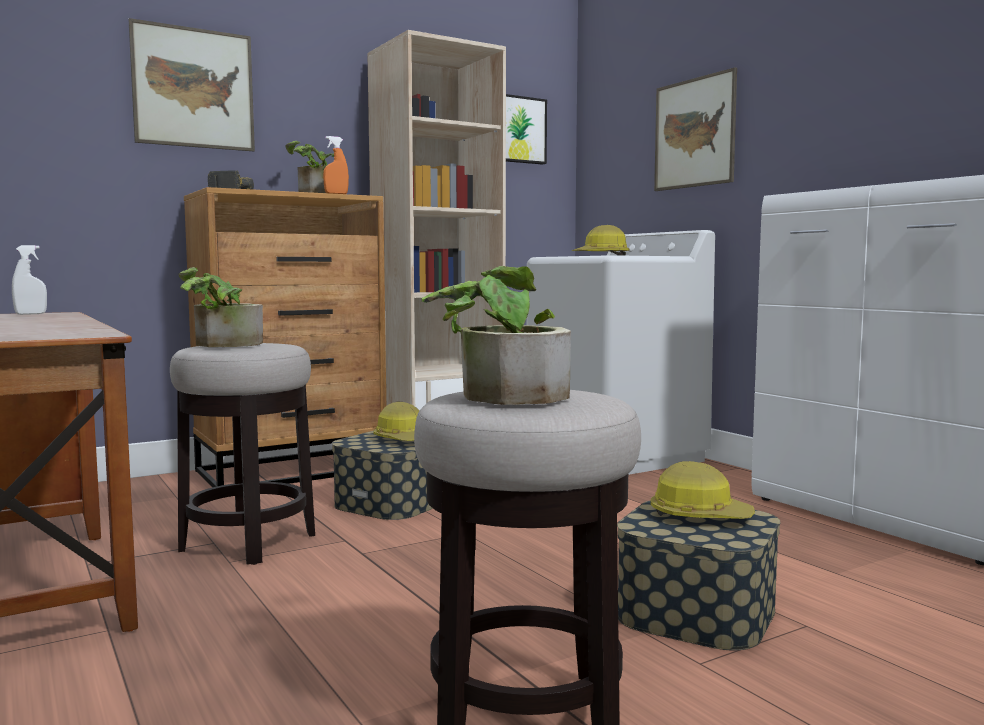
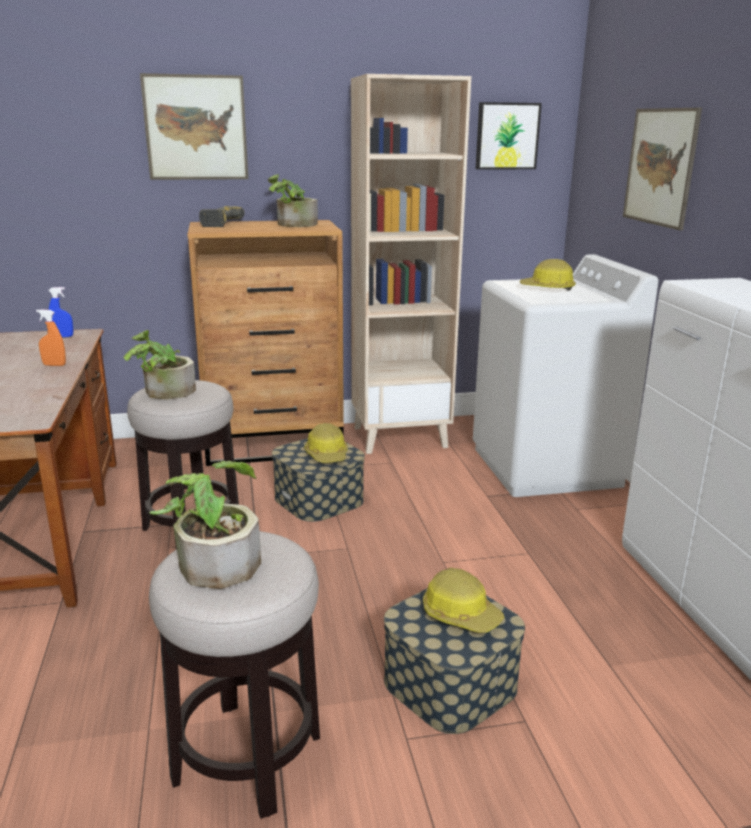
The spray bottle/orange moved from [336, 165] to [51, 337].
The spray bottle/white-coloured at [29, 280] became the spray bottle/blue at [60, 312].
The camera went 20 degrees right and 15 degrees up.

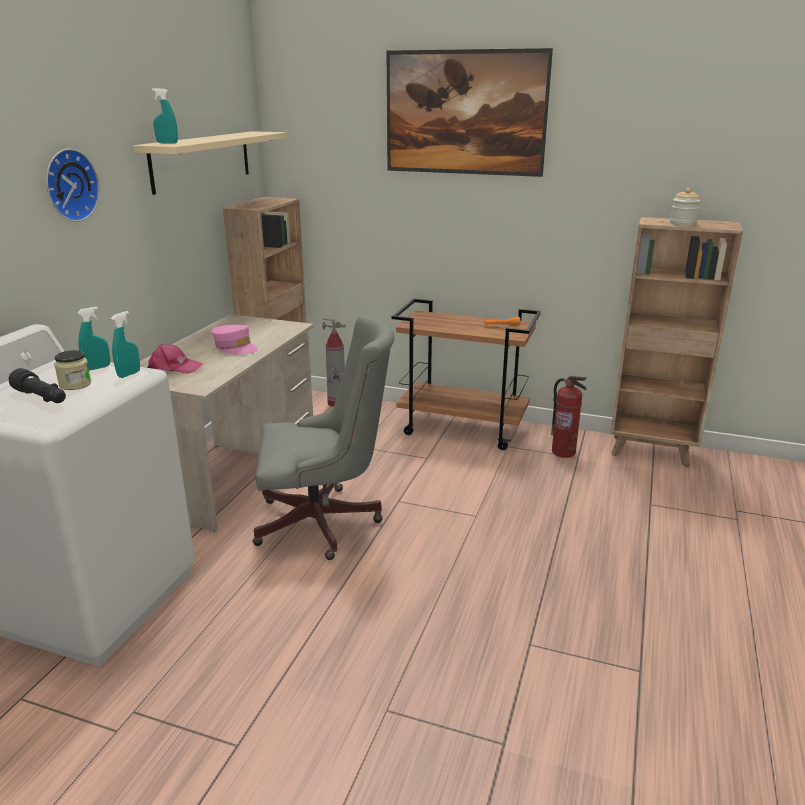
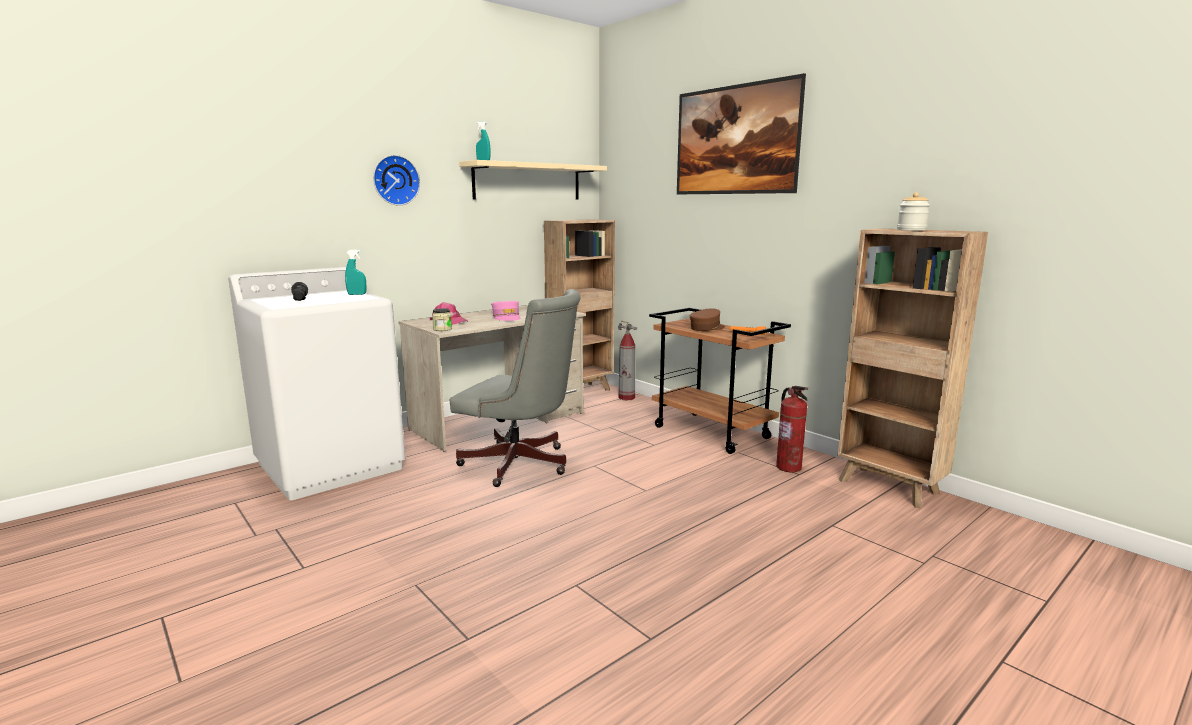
The spray bottle/turquoise-coloured at [125, 344] disappeared.
The peaked cap/brown at [707, 319] appeared.
The preserve jar moved from [72, 370] to [442, 319].
The camera went 30 degrees right and 10 degrees down.

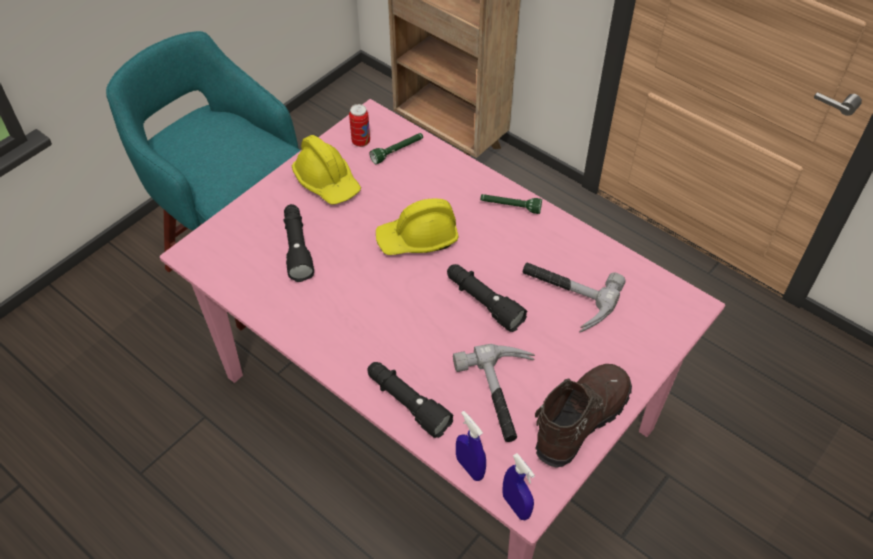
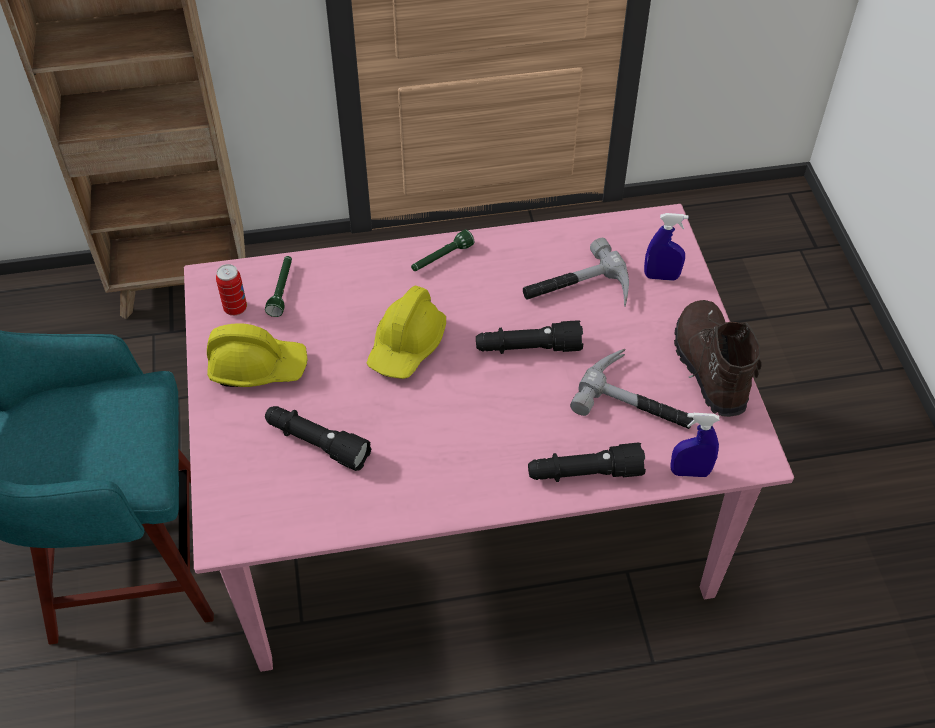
The spray bottle/blue moved from [518, 486] to [666, 247].
The camera went 50 degrees left and 0 degrees up.

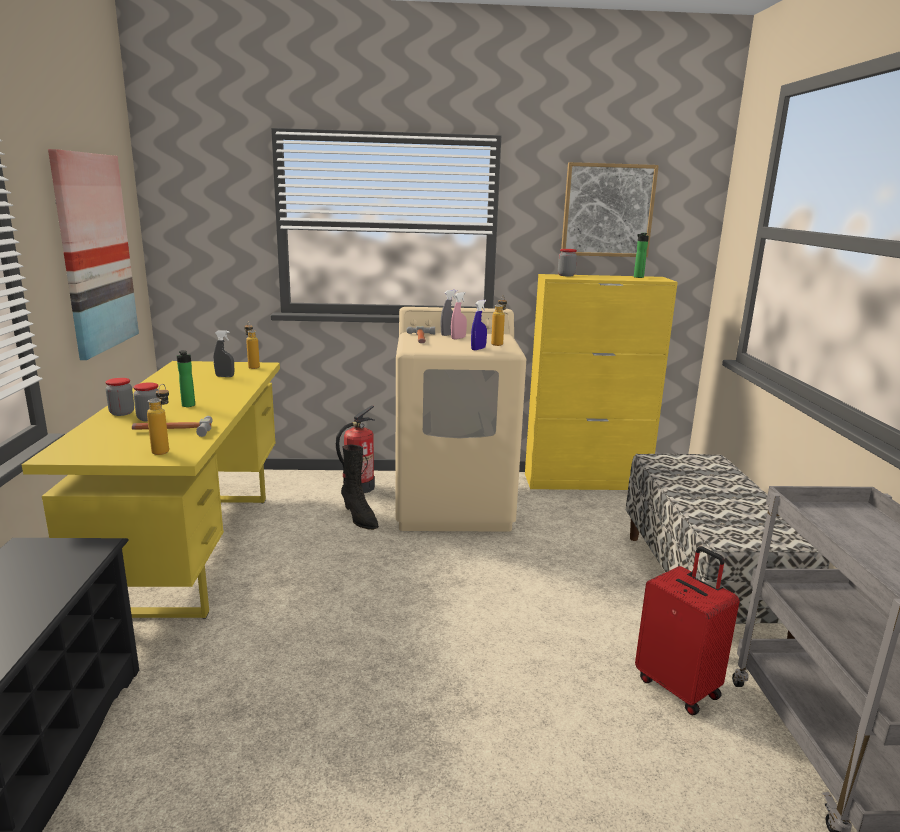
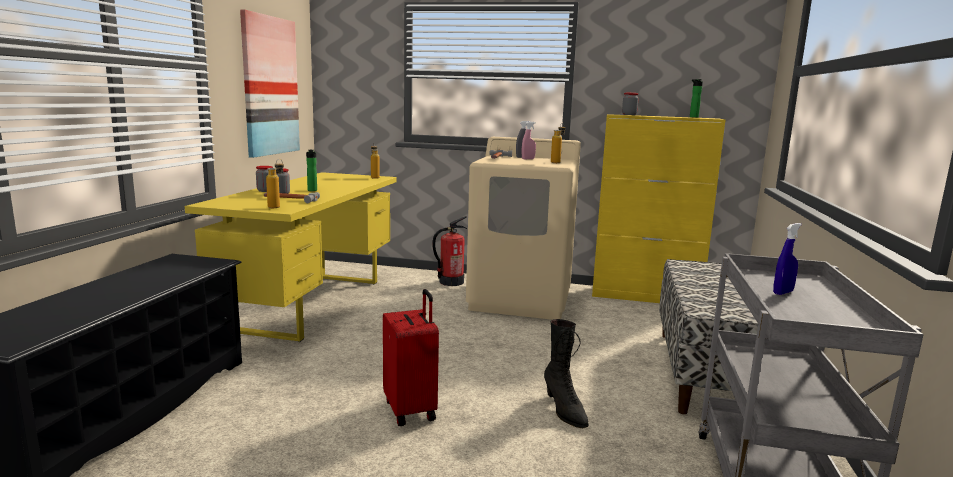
The spray bottle/greyish at [223, 353] disappeared.
The picture at [610, 209] disappeared.
The high-top boot/blackish moved from [360, 487] to [566, 373].
The spray bottle/blue moved from [479, 325] to [787, 259].
The piece of luggage/red-coloured moved from [687, 630] to [411, 357].
The camera went 15 degrees right and 5 degrees down.

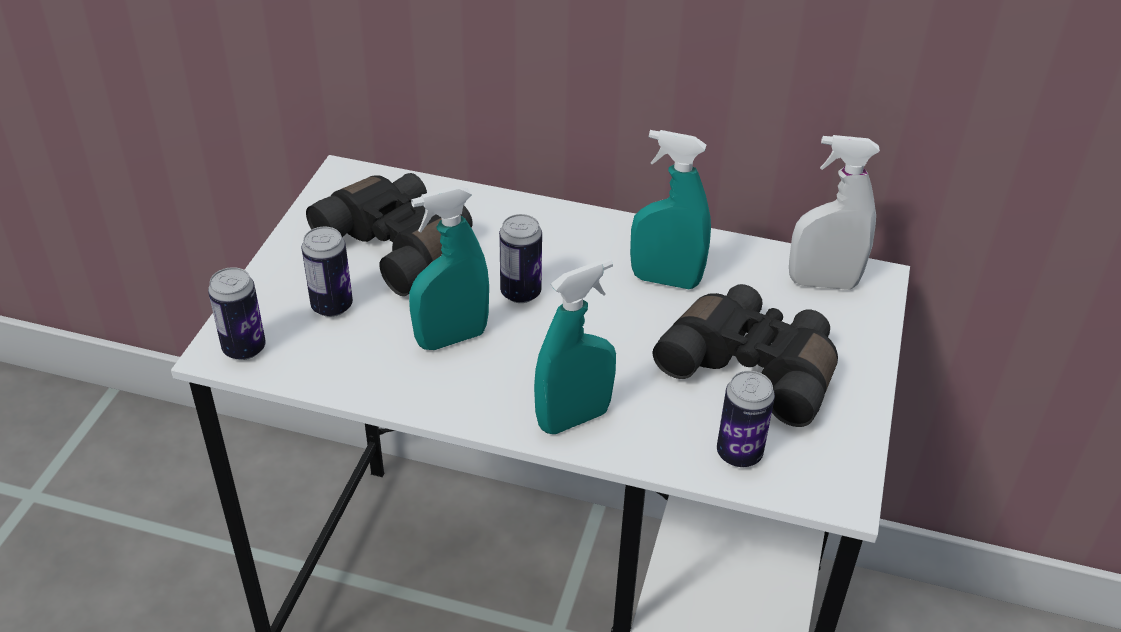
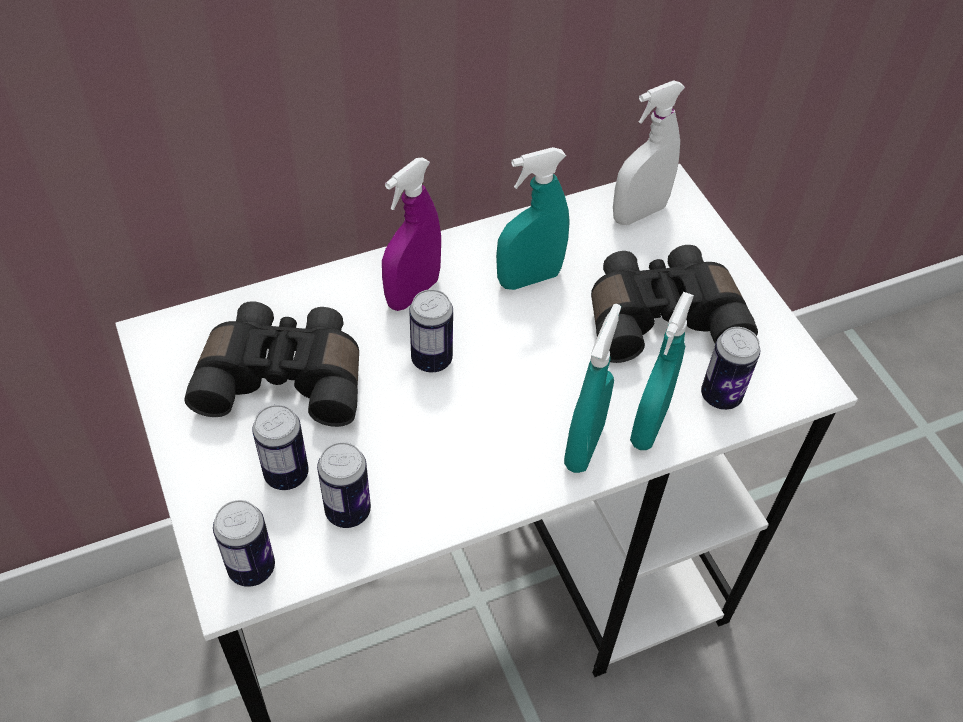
The sealed can at [344, 485] appeared.
The spray bottle/purplish at [411, 234] appeared.
The spray bottle/turquoise-coloured moved from [449, 268] to [662, 371].
The camera went 40 degrees left and 10 degrees up.

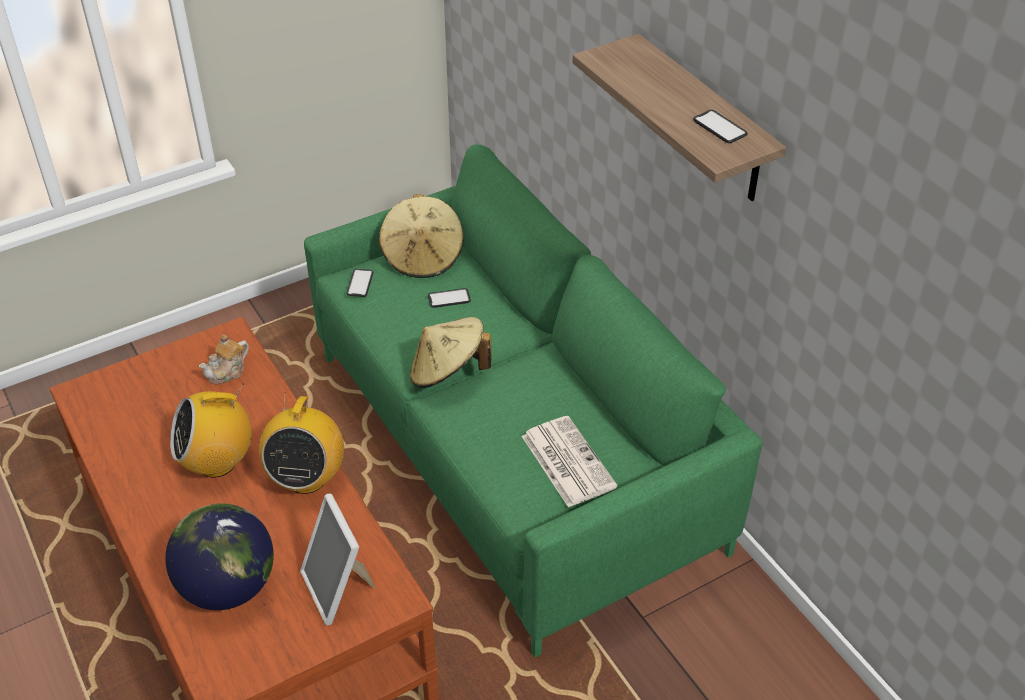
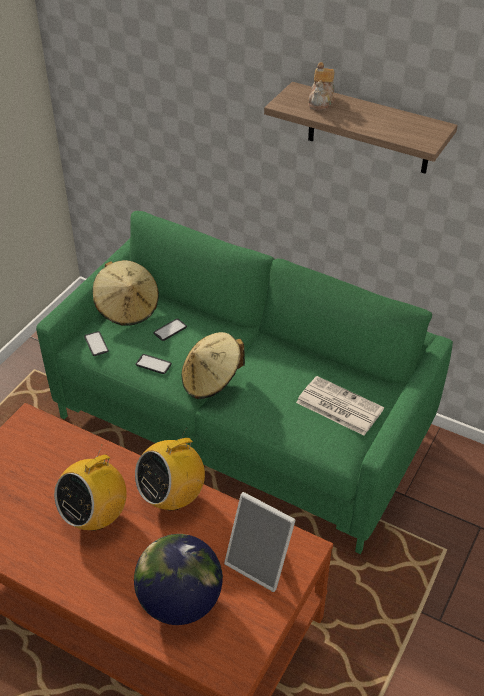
The teapot moved from [224, 359] to [321, 86].
The phone moved from [720, 126] to [154, 364].
The radio at [301, 443] turned 75 degrees clockwise.
The camera went 30 degrees left and 0 degrees up.

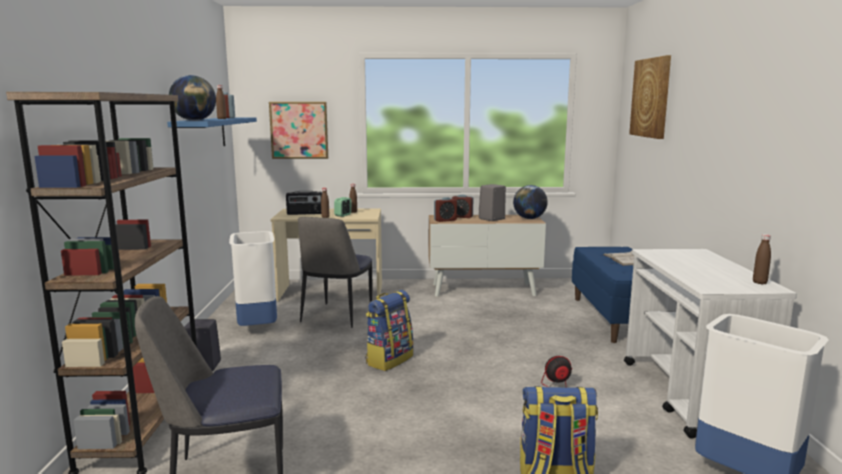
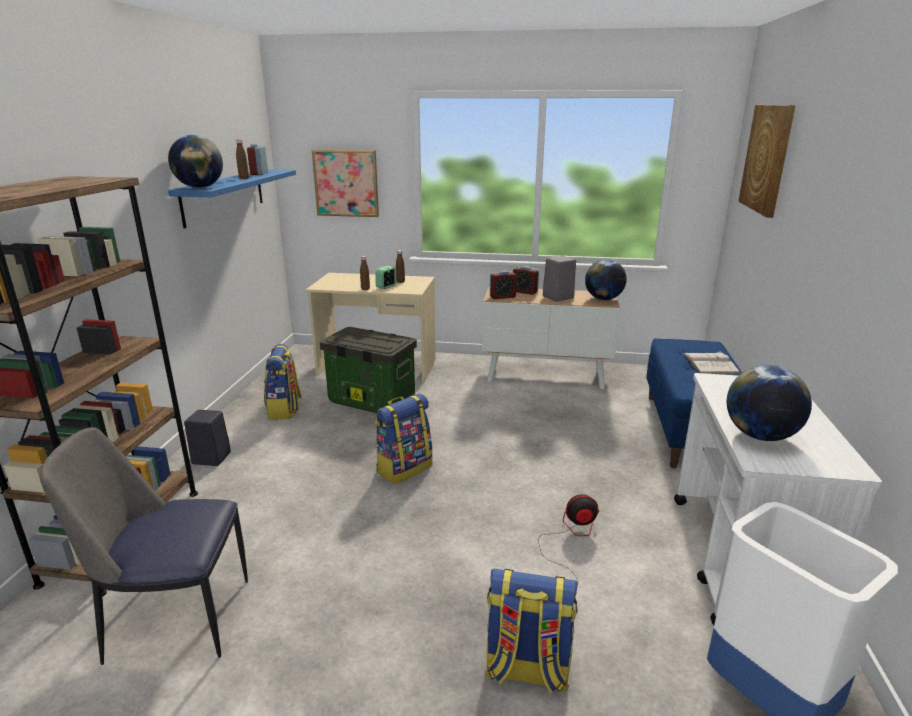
The radio at [304, 203] disappeared.
The bottle/brown at [762, 259] disappeared.
The globe at [769, 403] appeared.
The waste bin/white-coloured at [253, 278] was replaced by the backpack at [283, 382].
The chair at [335, 272] was replaced by the storage bin at [368, 370].
The camera went 10 degrees right and 10 degrees up.

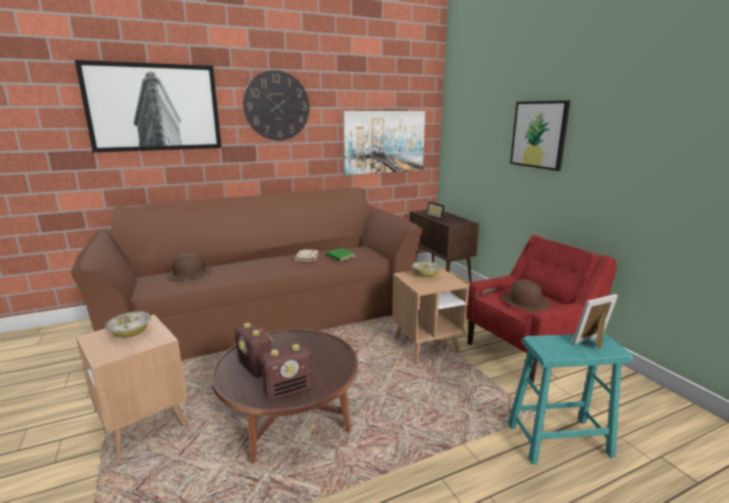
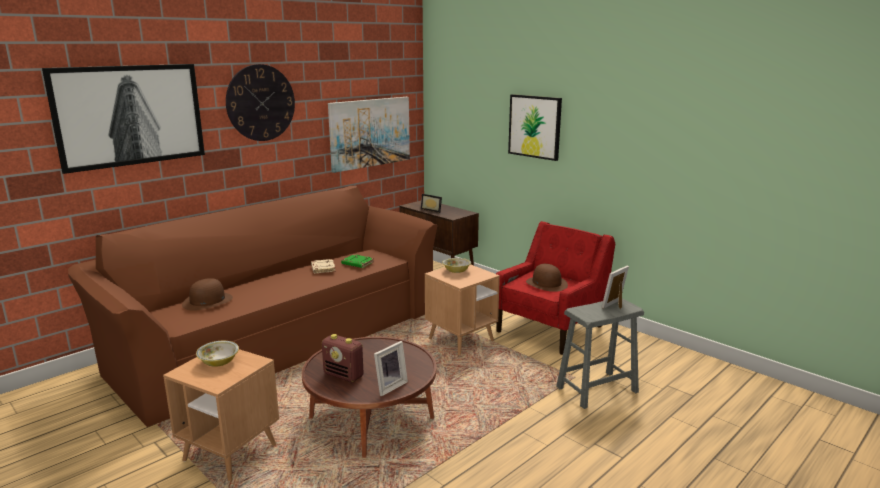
The radio at [286, 372] was replaced by the photo frame at [391, 368].
The stool/turquoise-coloured at [570, 398] became the stool/greyish at [600, 353].
The camera went 20 degrees left and 0 degrees up.

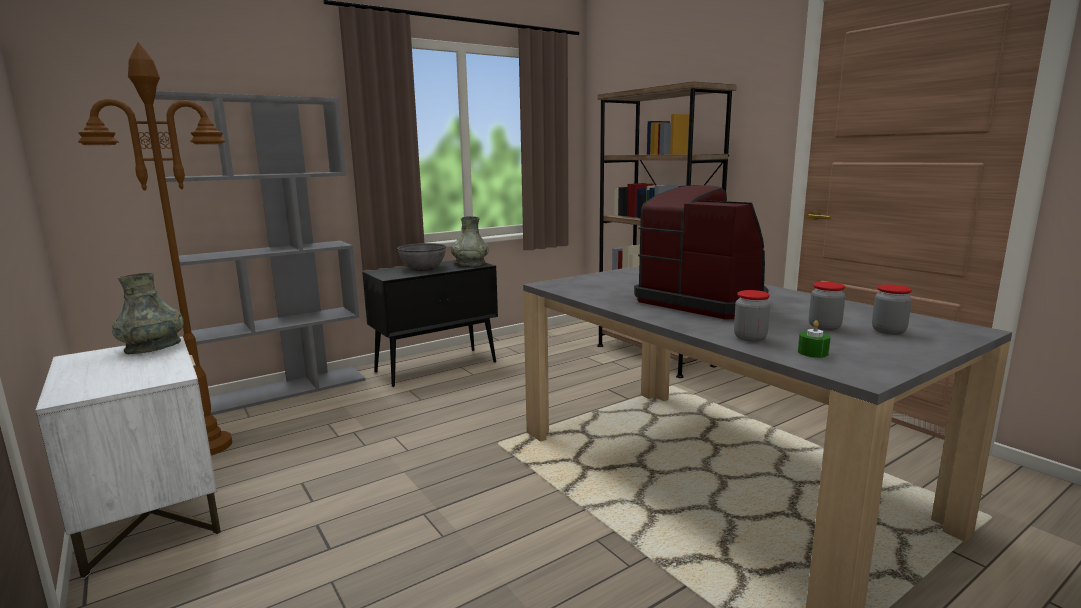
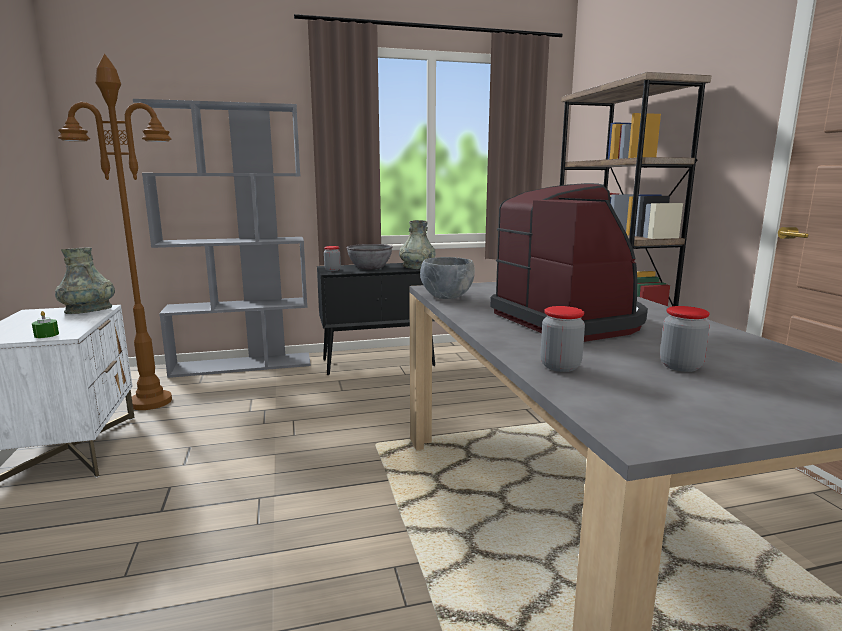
The serving bowl/greyish at [447, 278] appeared.
The wax light/green moved from [814, 339] to [45, 324].
The preserve jar moved from [892, 309] to [332, 258].
The camera went 20 degrees right and 0 degrees up.

